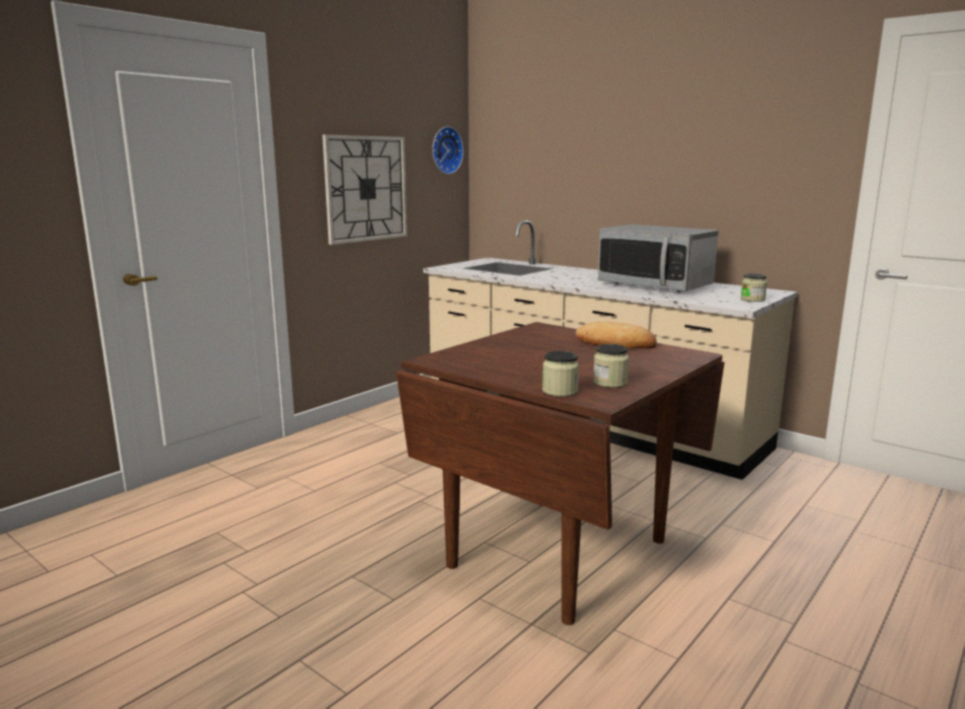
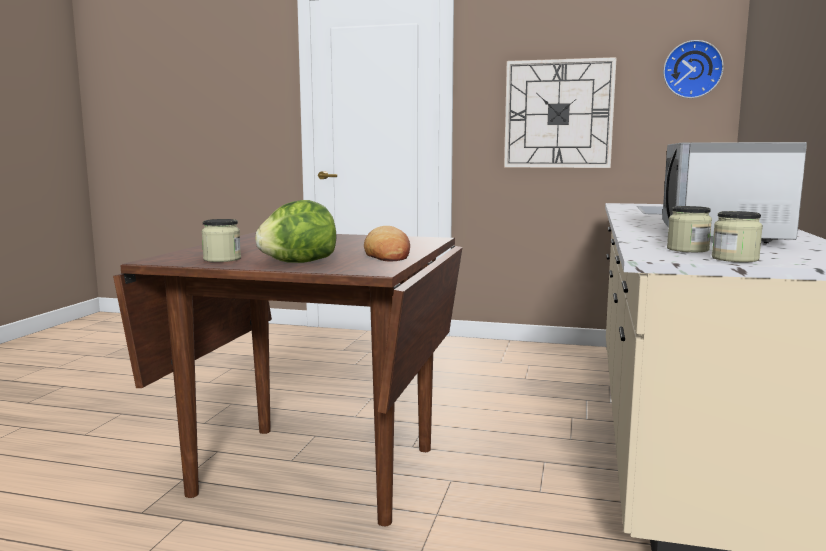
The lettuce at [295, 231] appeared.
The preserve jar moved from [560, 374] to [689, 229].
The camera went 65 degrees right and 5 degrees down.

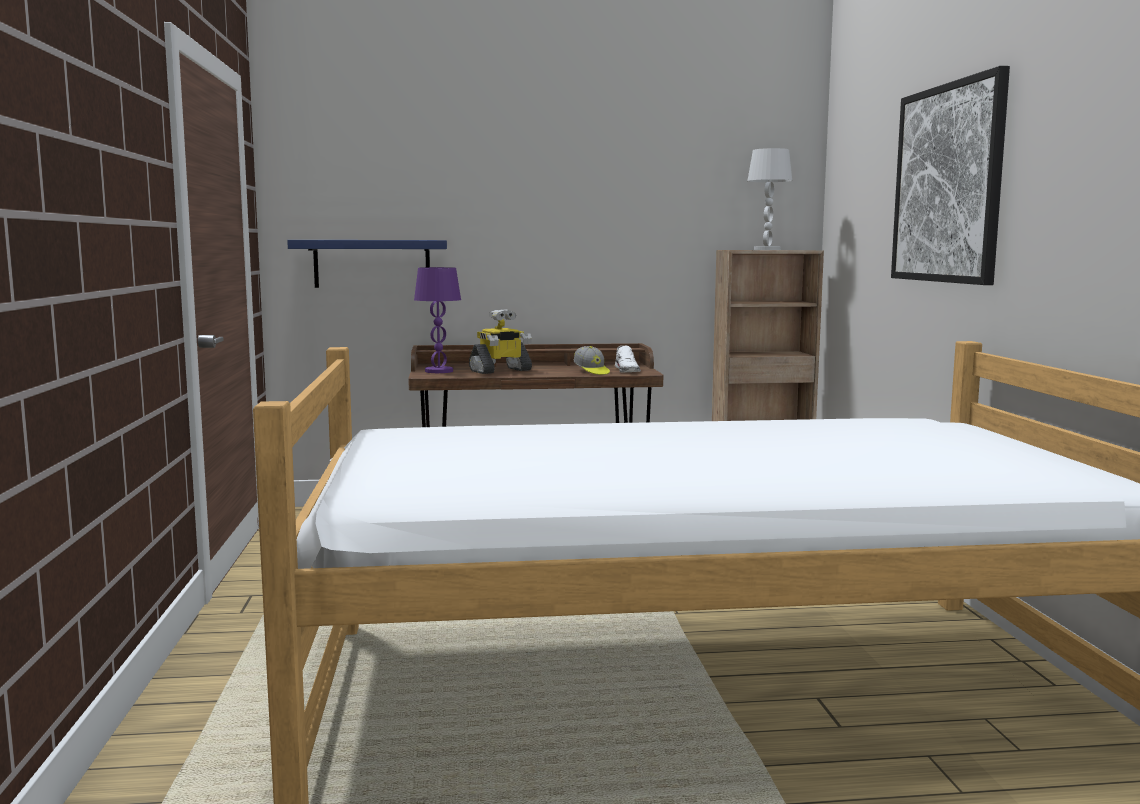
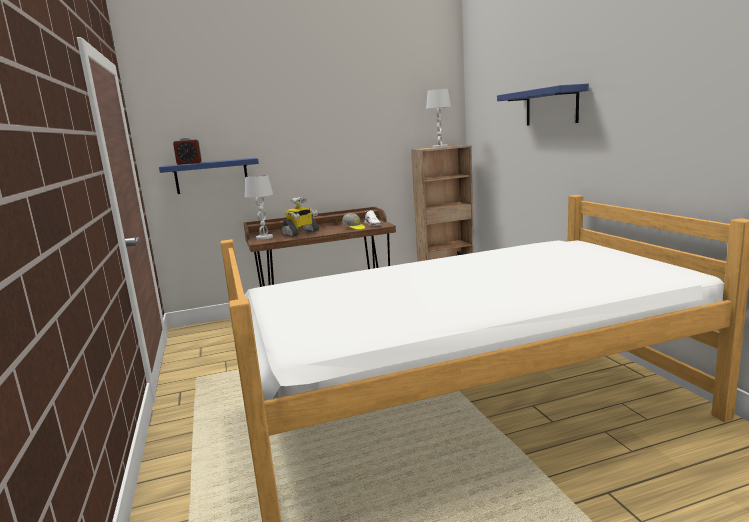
The bedside clock at [187, 151] appeared.
The picture at [950, 175] was replaced by the shelf/blue at [543, 105].
The table lamp/purplish at [437, 320] became the table lamp/white-coloured at [259, 207].
The camera went 10 degrees left and 5 degrees up.

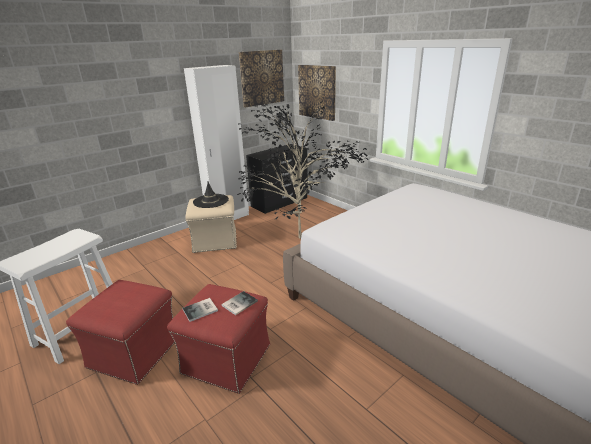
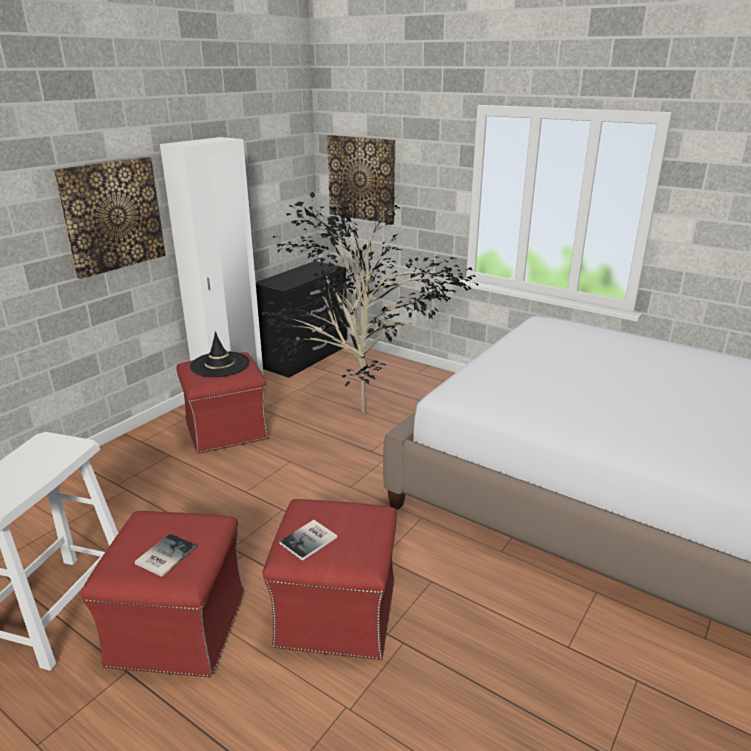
The bound book moved from [240, 303] to [166, 555].
The picture moved from [261, 79] to [109, 218].
The pouffe/sand-coloured at [211, 224] became the pouffe/red-coloured at [222, 403].
The camera went 15 degrees left and 0 degrees up.

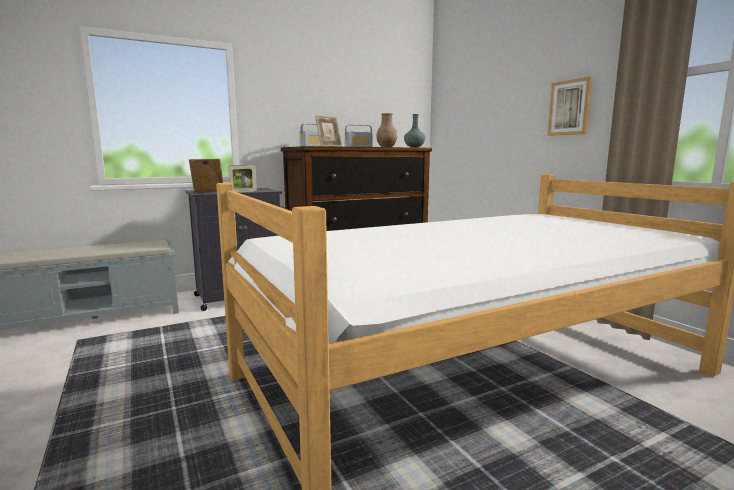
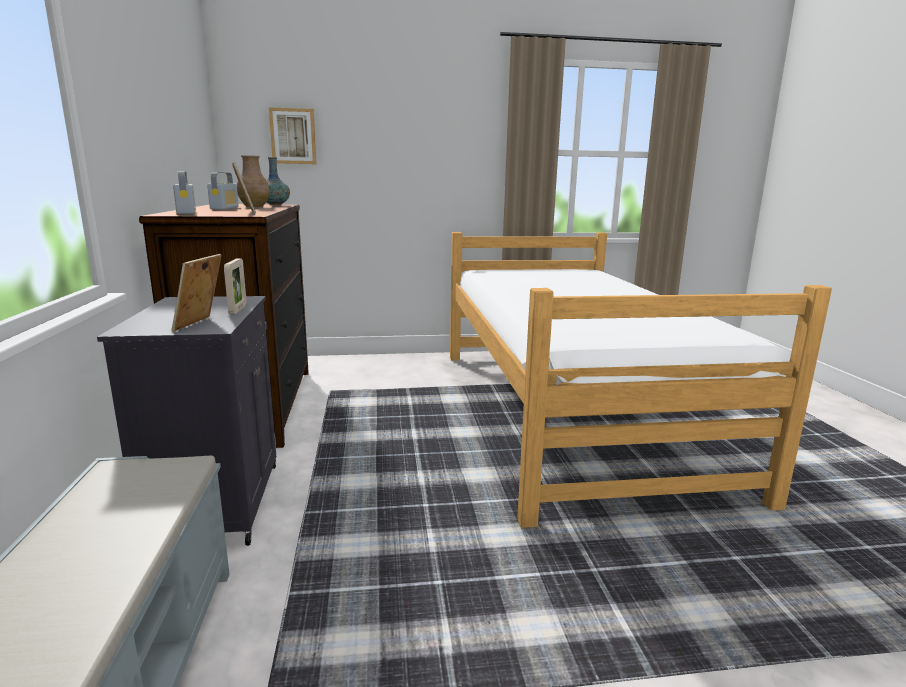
The picture moved from [570, 106] to [292, 136].
The camera went 70 degrees left and 5 degrees up.

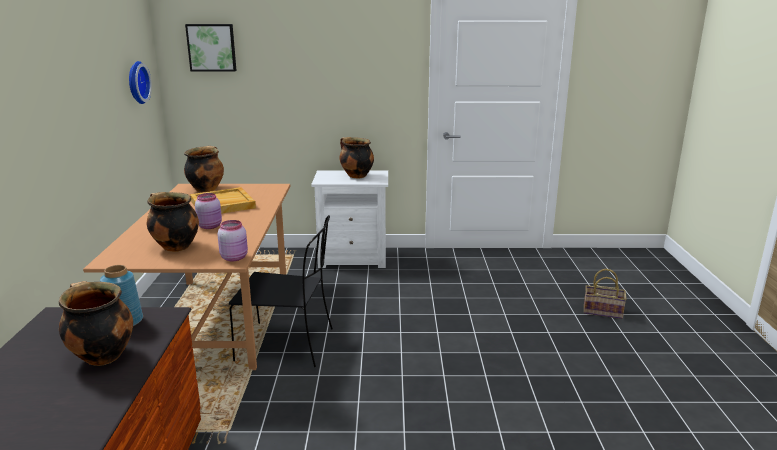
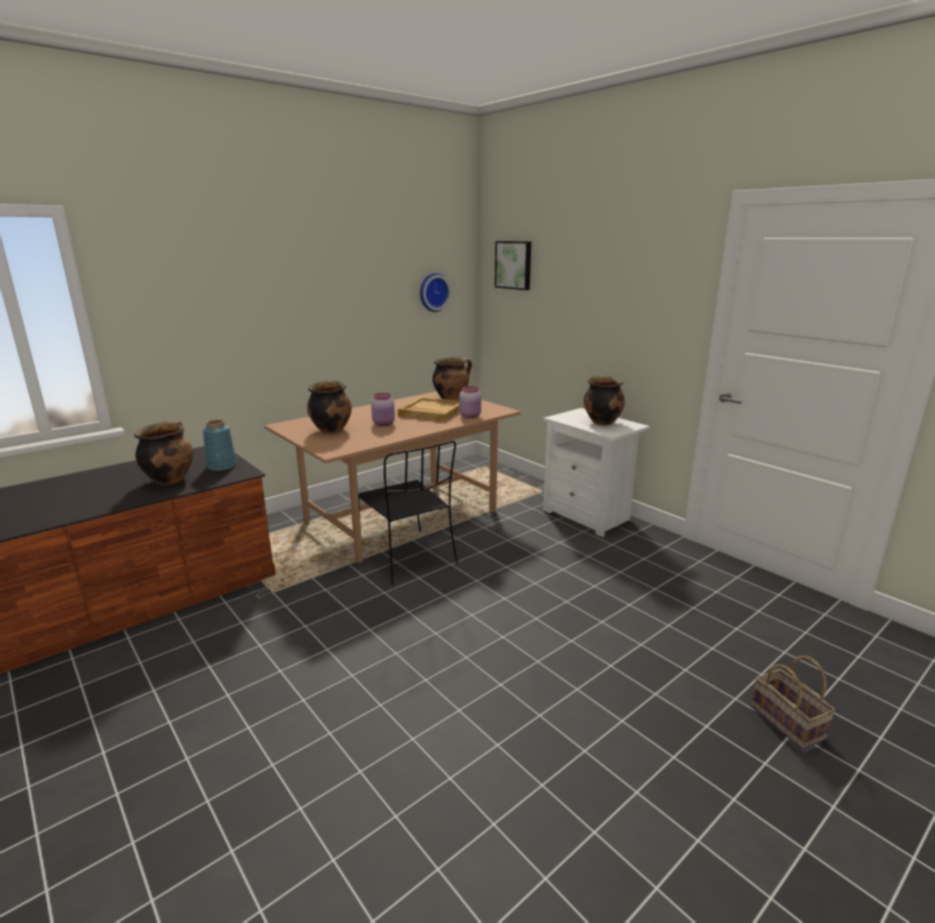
The preserve jar/pink-coloured moved from [232, 240] to [470, 402].
The camera went 50 degrees right and 0 degrees up.

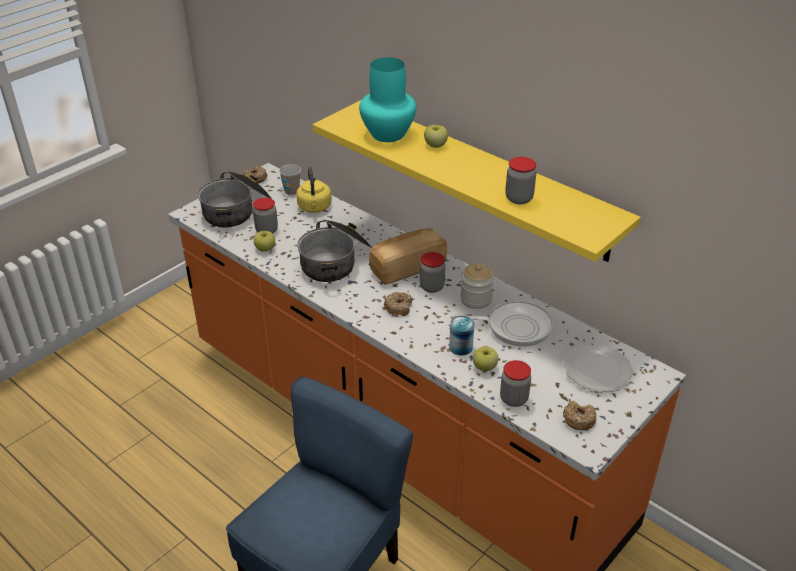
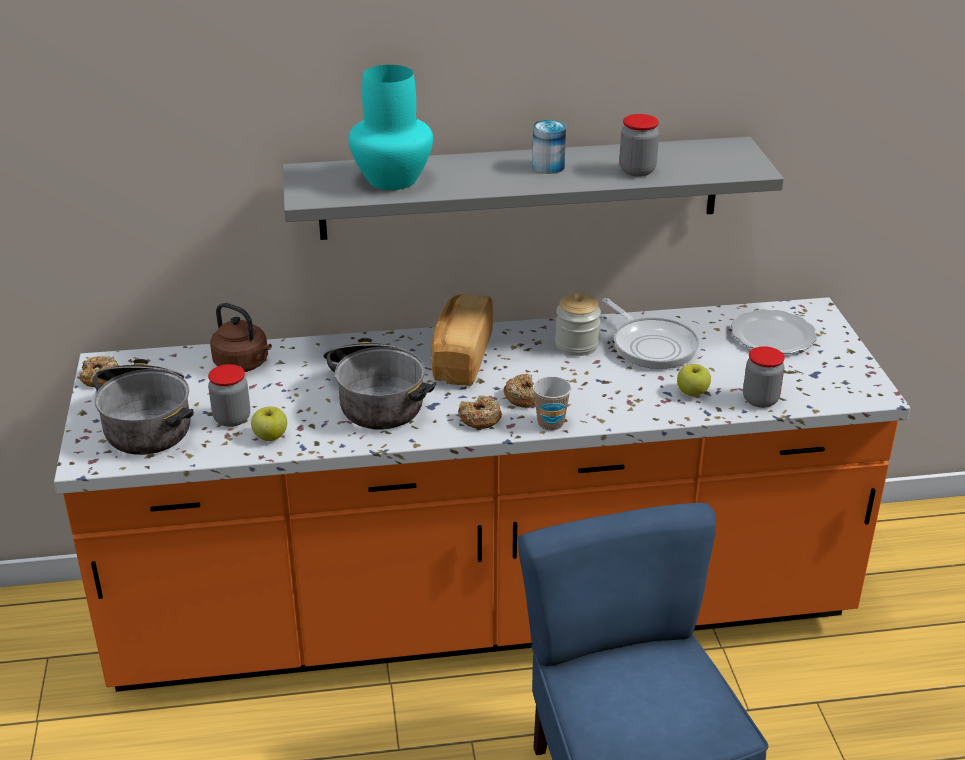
The preserve jar at [432, 272] disappeared.
The apple fruit at [436, 136] disappeared.
The cup moved from [290, 179] to [552, 403].
The sealed can moved from [461, 335] to [549, 147].
The ring doughnut moved from [579, 415] to [480, 412].
The water kettle/yellow at [313, 190] became the water kettle/brown at [241, 337].
The shelf/yellow at [477, 181] became the shelf/greyish at [533, 188].
The skillet at [503, 324] turned 105 degrees clockwise.
The camera went 50 degrees left and 5 degrees down.

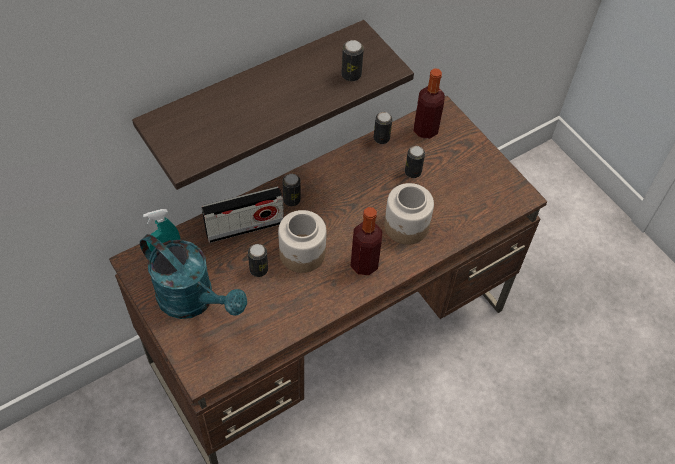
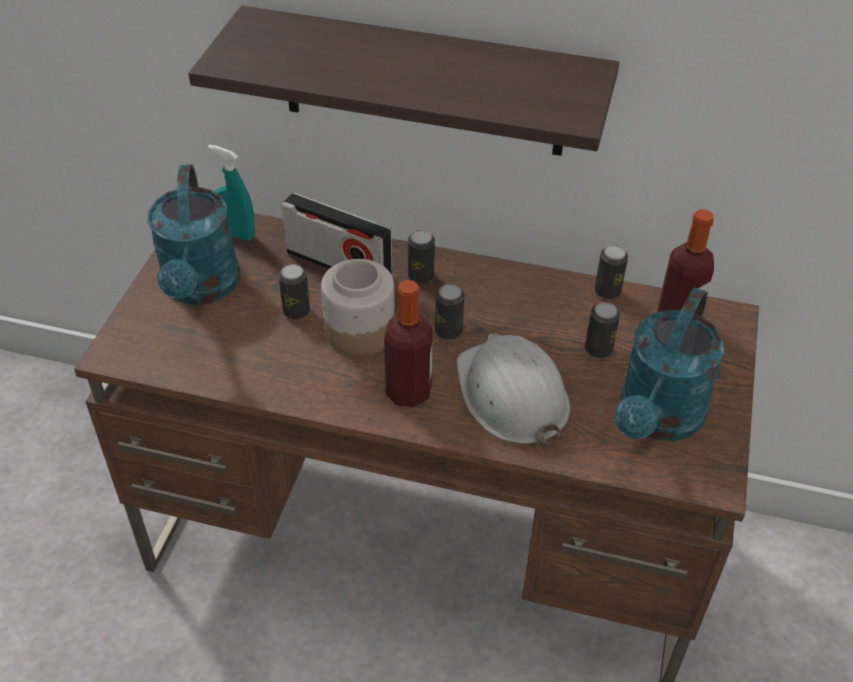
The sprinkling can/turquoise-coloured at [669, 364] appeared.
The sealed can moved from [352, 60] to [449, 312].
The preserve jar at [409, 214] was replaced by the hard hat/white-coloured at [513, 390].
The camera went 50 degrees right and 10 degrees down.

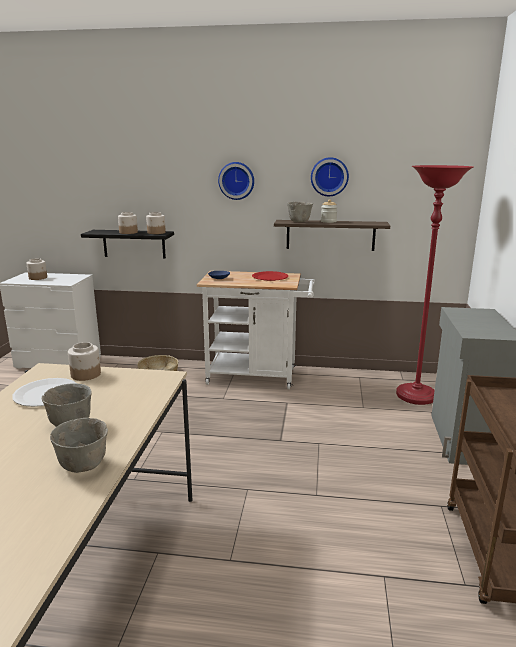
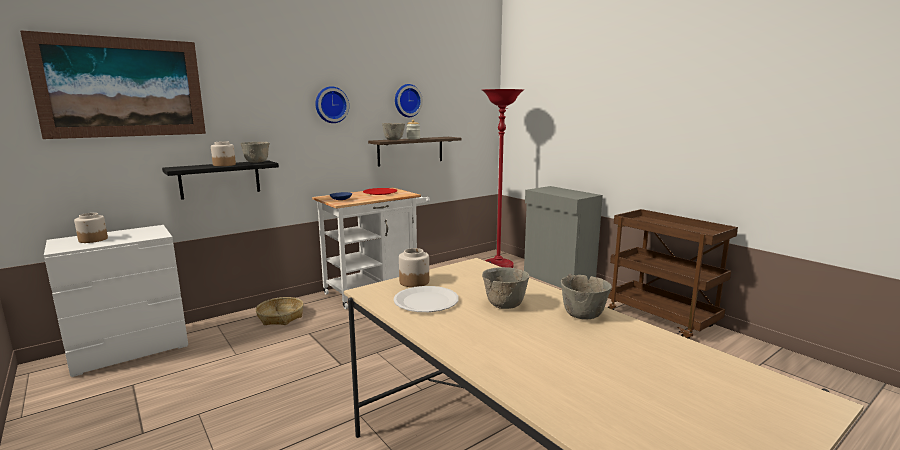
The picture at [113, 84] appeared.
The preserve jar at [156, 223] was replaced by the serving bowl/greyish at [255, 152].
The camera went 45 degrees left and 5 degrees down.

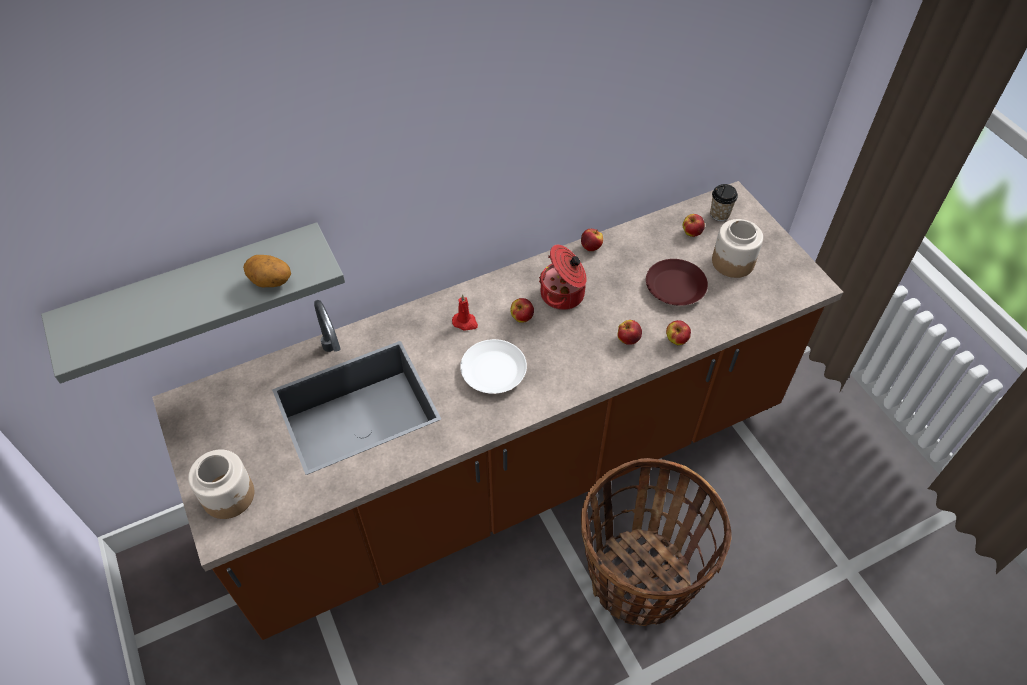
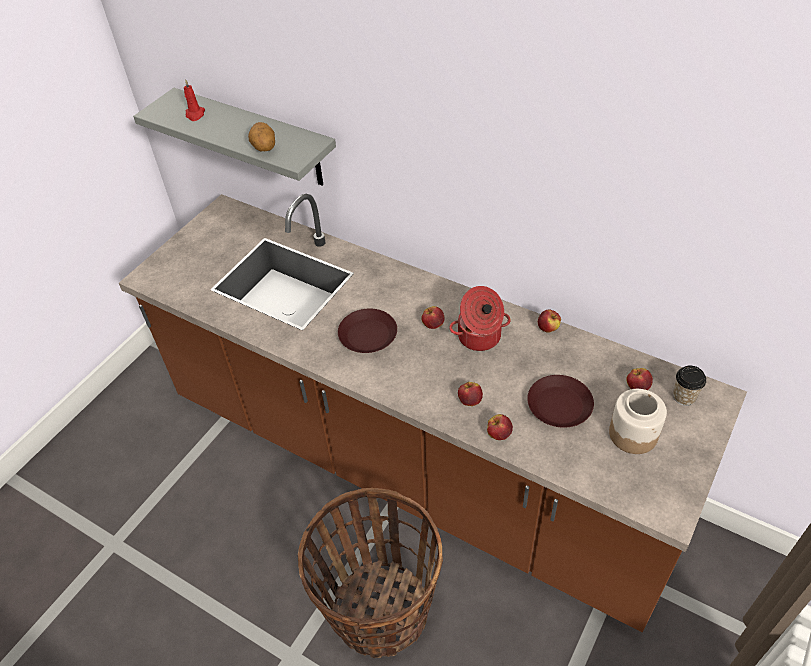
The preserve jar at [221, 484] disappeared.
The wax light/red-coloured moved from [465, 312] to [194, 100].
The flat dish/white-coloured at [493, 366] became the flat dish/brown at [367, 331].
The camera went 60 degrees right and 5 degrees down.

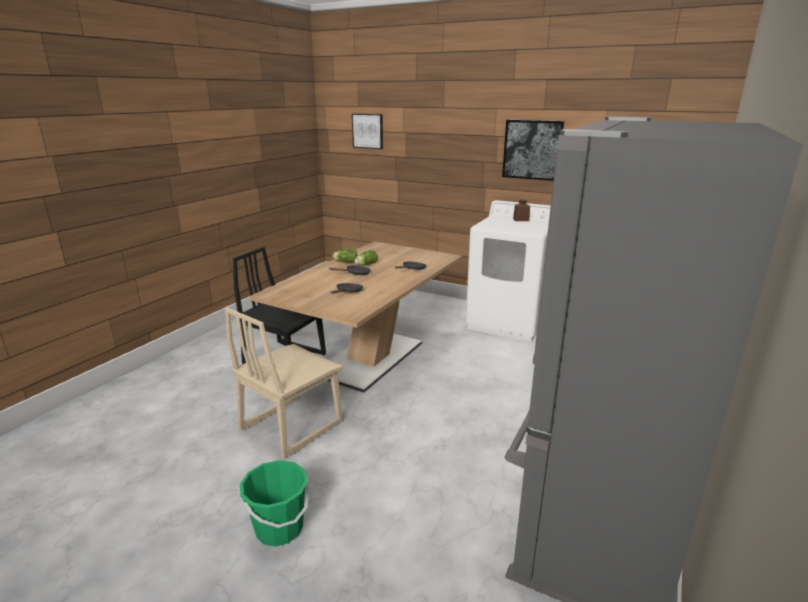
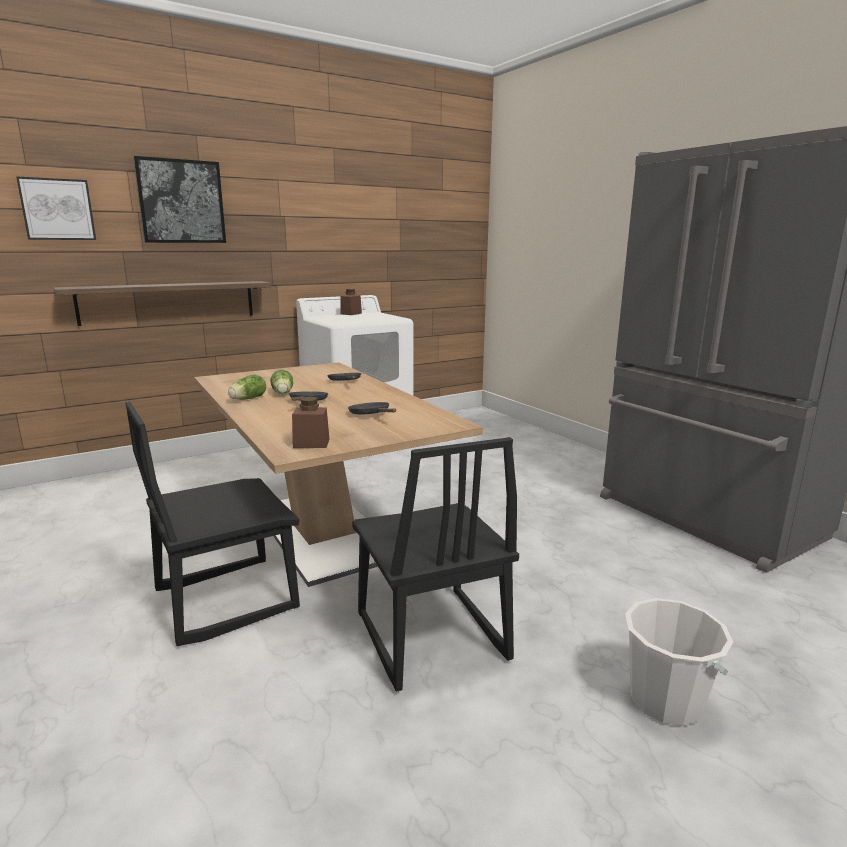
The shelf at [162, 303] appeared.
The preserve jar/brown at [311, 422] appeared.
The picture moved from [533, 150] to [179, 199].
The chair/sand-coloured at [284, 382] became the chair/blackish at [435, 564].
The bucket/green at [275, 503] became the bucket/white-coloured at [679, 662].
The camera went 60 degrees left and 5 degrees down.

